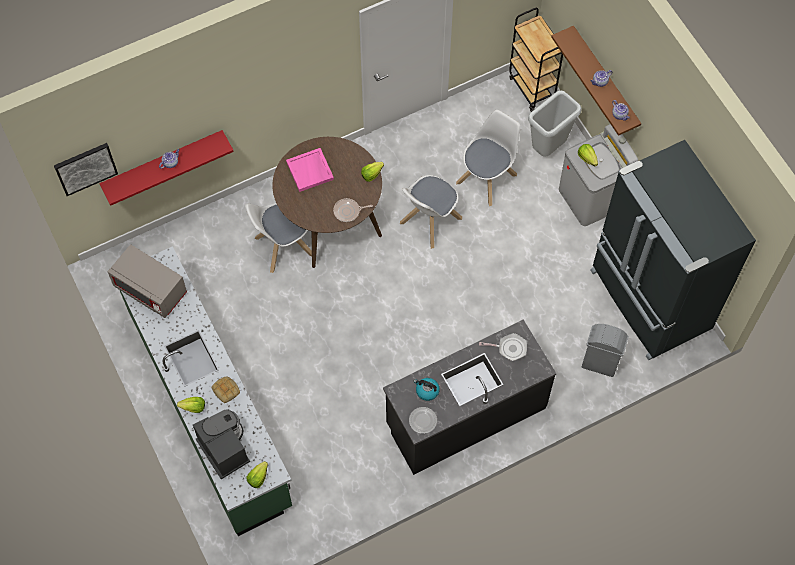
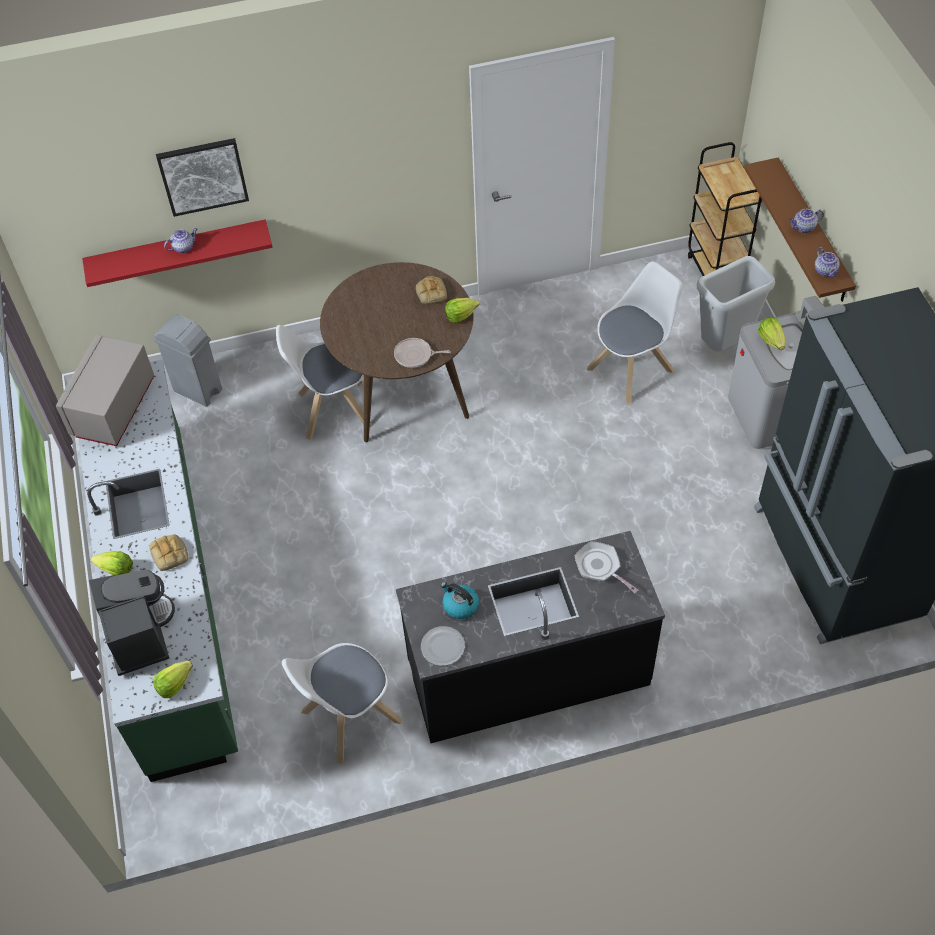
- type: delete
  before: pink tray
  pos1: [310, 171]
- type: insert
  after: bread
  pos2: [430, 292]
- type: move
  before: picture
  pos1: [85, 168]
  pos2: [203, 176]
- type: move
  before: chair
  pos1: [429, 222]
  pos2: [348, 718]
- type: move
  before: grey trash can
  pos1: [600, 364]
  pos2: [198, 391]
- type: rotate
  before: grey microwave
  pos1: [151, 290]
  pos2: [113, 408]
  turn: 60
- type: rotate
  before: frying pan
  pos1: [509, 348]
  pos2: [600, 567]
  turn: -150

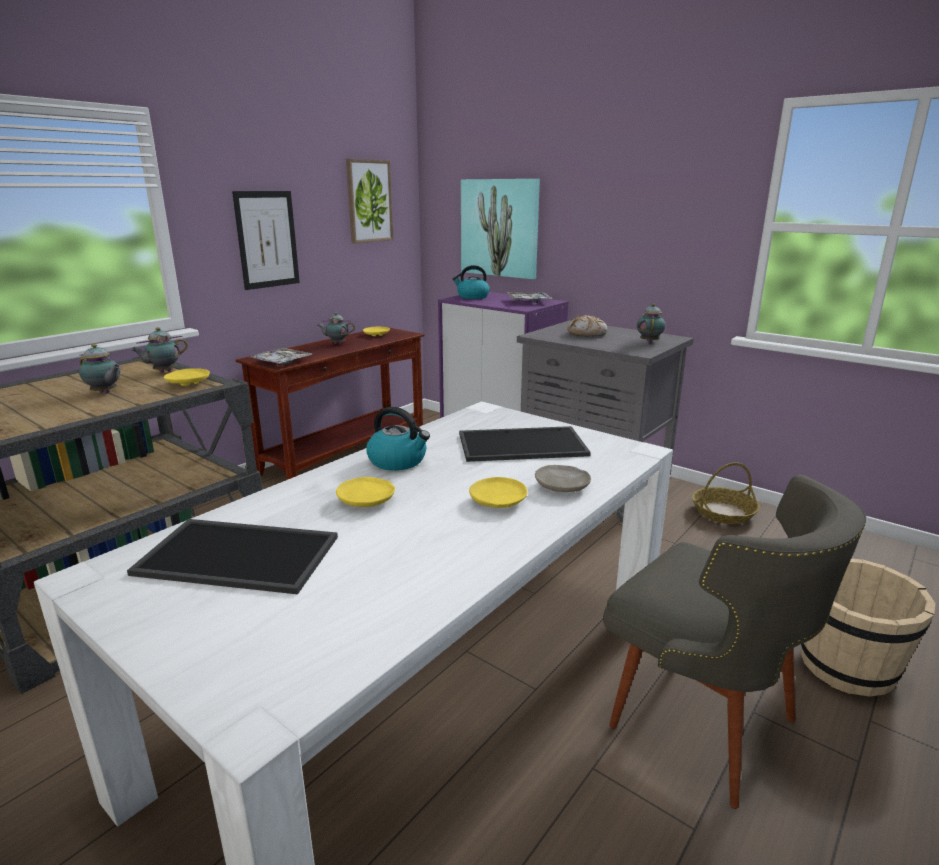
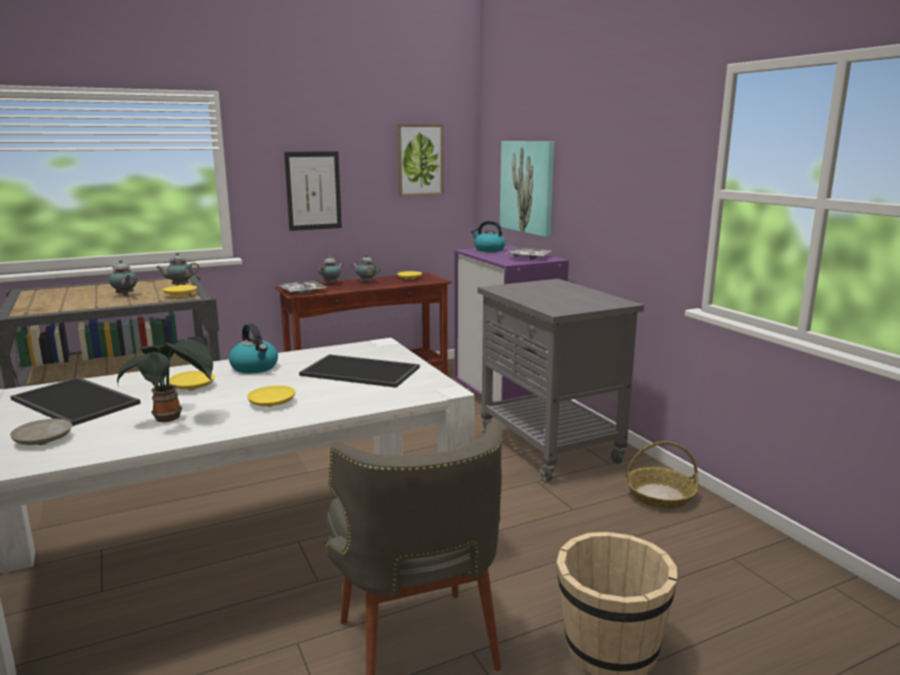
- type: delete
  before: bread
  pos1: [587, 333]
- type: insert
  after: potted plant
  pos2: [171, 418]
- type: move
  before: beige plate
  pos1: [562, 486]
  pos2: [44, 440]
- type: move
  before: teapot
  pos1: [649, 341]
  pos2: [332, 283]

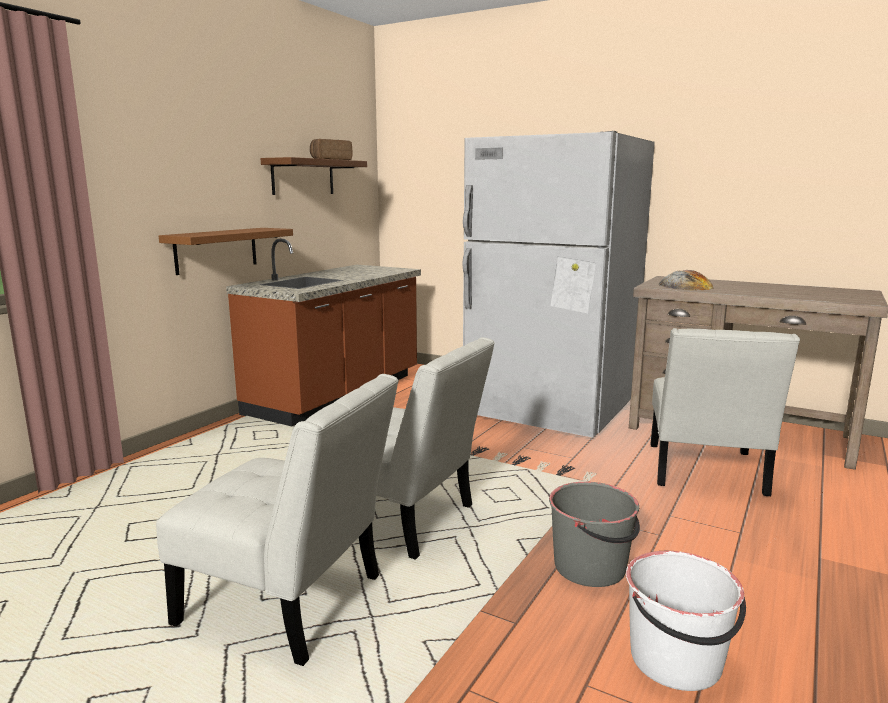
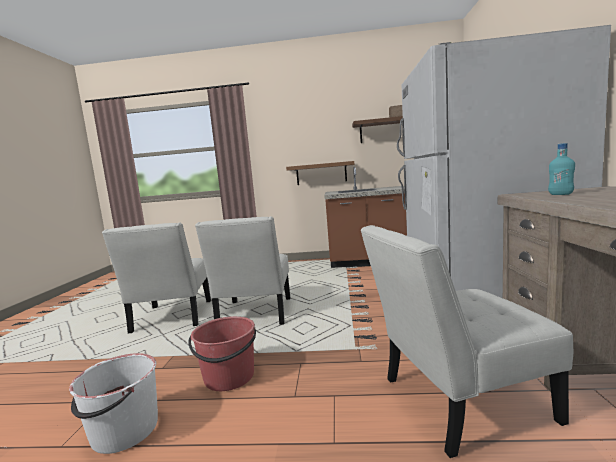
- type: replace
  before: bread
  after: turquoise bottle
  pos1: [685, 286]
  pos2: [560, 194]
- type: recolor
  before: grey bucket
  after: red bucket
  pos1: [591, 567]
  pos2: [229, 377]

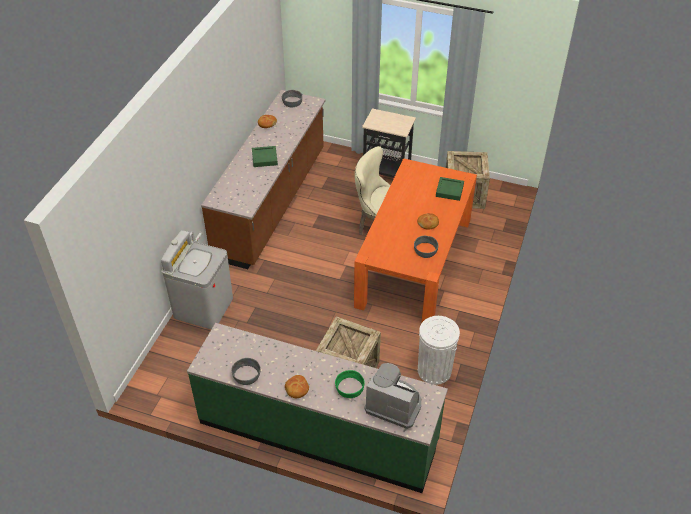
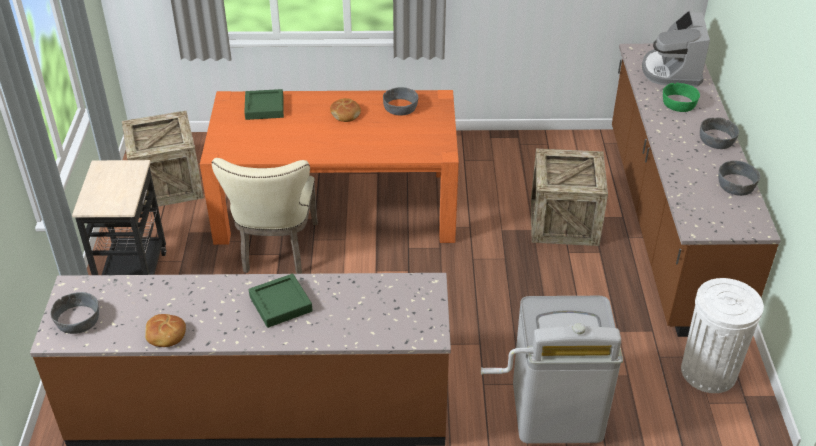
- type: move
  before: white trash can
  pos1: [434, 370]
  pos2: [708, 372]
- type: replace
  before: bread
  after: grey bowl
  pos1: [296, 389]
  pos2: [717, 140]
- type: recolor
  before: green counter
  after: brown counter
  pos1: [318, 432]
  pos2: [669, 224]

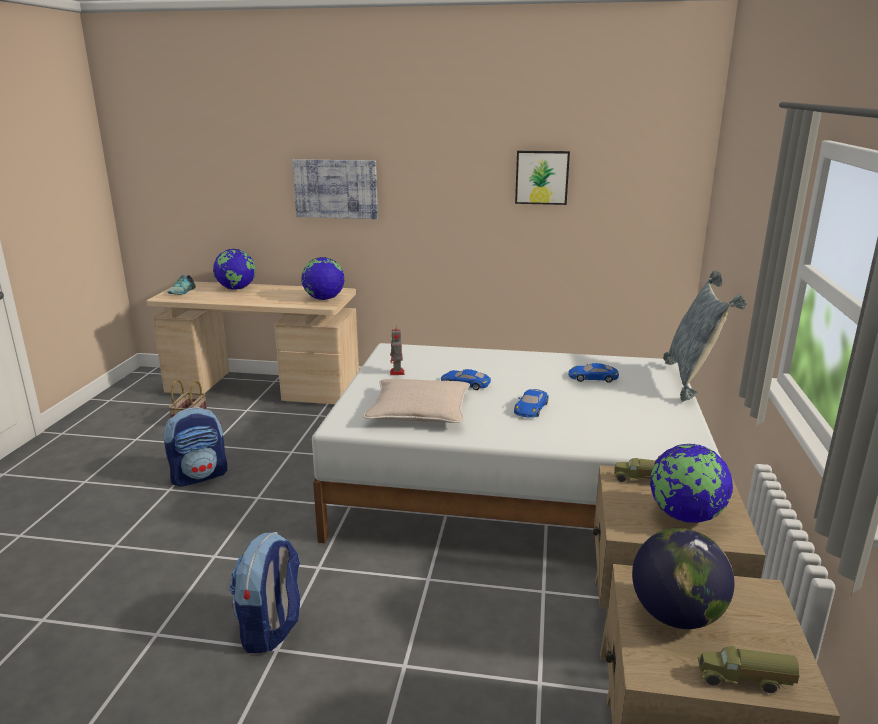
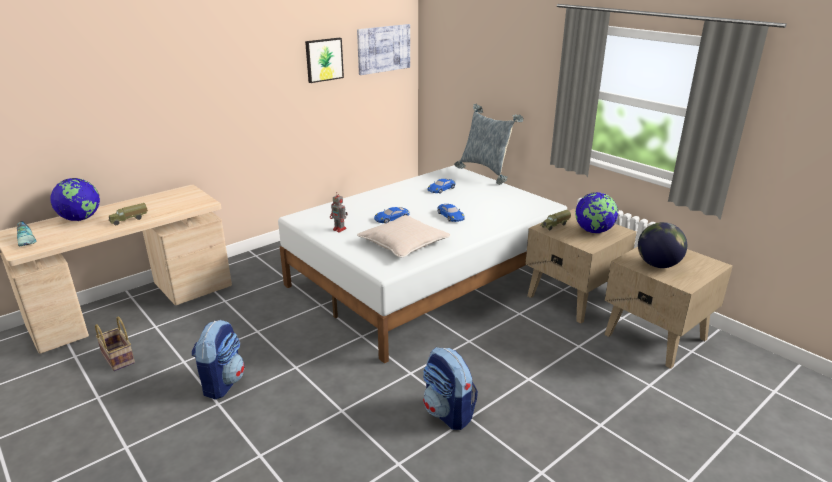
- type: delete
  before: globe
  pos1: [324, 299]
- type: move
  before: picture
  pos1: [336, 189]
  pos2: [383, 49]
- type: move
  before: toy truck
  pos1: [744, 681]
  pos2: [129, 220]

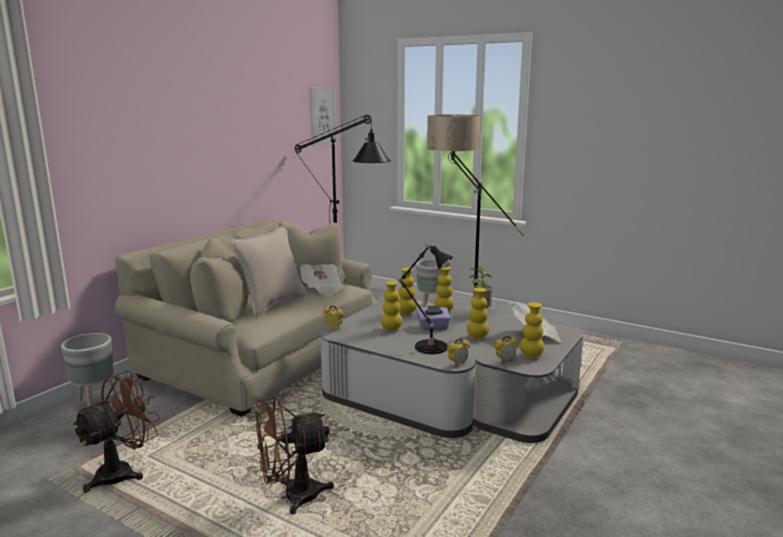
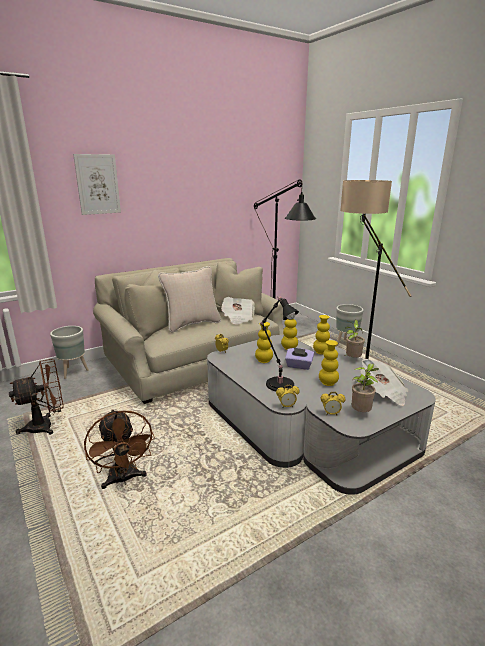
- type: move
  before: picture
  pos1: [323, 116]
  pos2: [98, 184]
- type: replace
  before: yellow vase
  after: potted plant
  pos1: [531, 355]
  pos2: [361, 413]
- type: rotate
  before: brown fan
  pos1: [292, 496]
  pos2: [124, 479]
  turn: -120

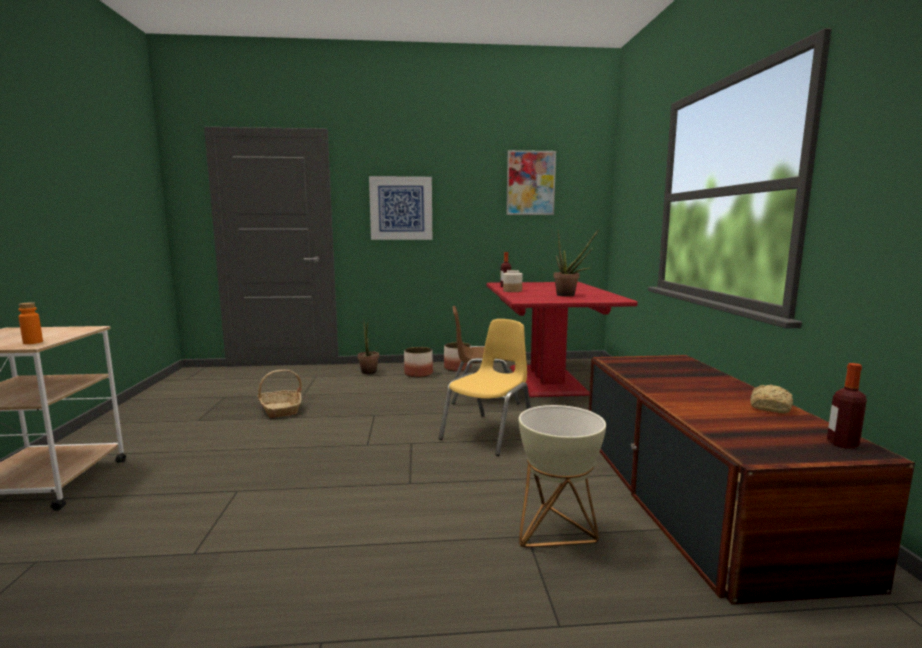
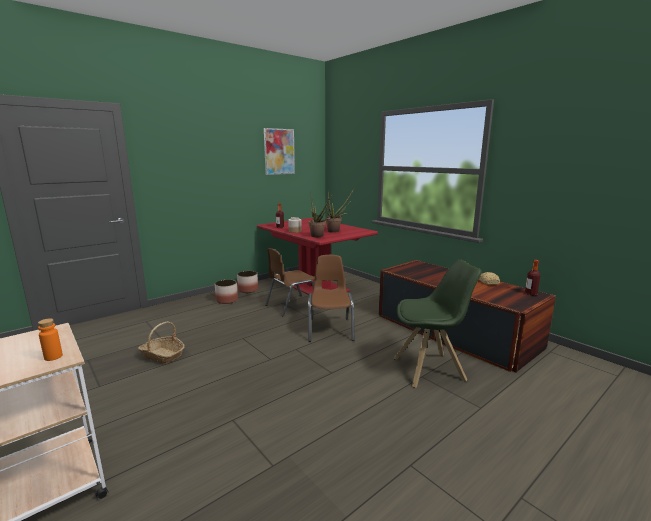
- type: delete
  before: picture
  pos1: [401, 208]
- type: move
  before: potted plant
  pos1: [369, 373]
  pos2: [319, 236]
- type: replace
  before: planter
  after: green chair
  pos1: [556, 531]
  pos2: [429, 369]
- type: recolor
  before: yellow chair
  after: brown chair
  pos1: [489, 433]
  pos2: [330, 329]

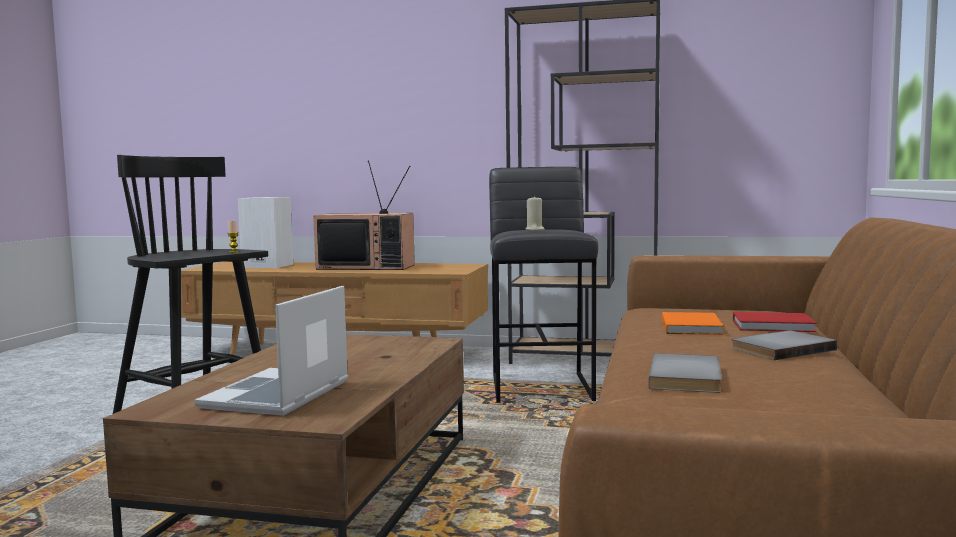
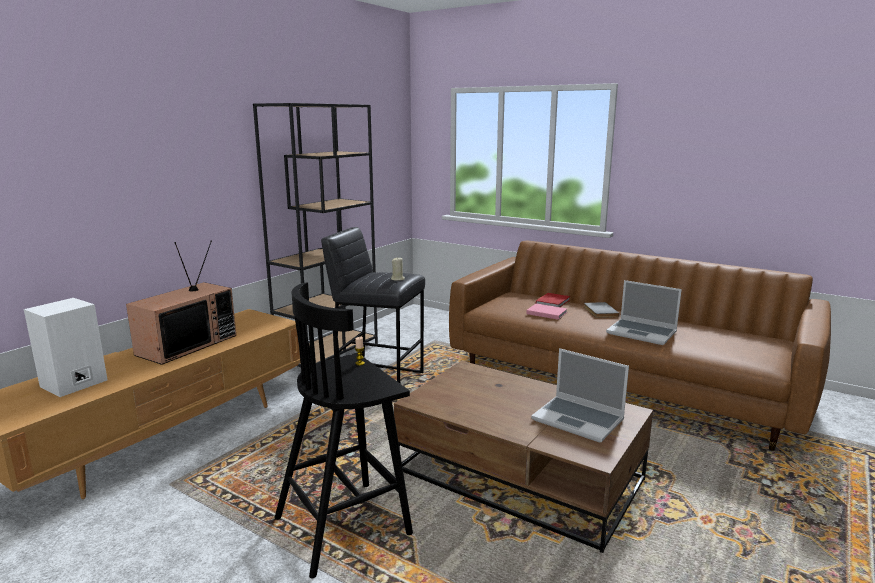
- type: replace
  before: grey book
  after: laptop
  pos1: [688, 377]
  pos2: [642, 333]
- type: recolor
  before: orange book
  after: pink book
  pos1: [692, 327]
  pos2: [546, 313]

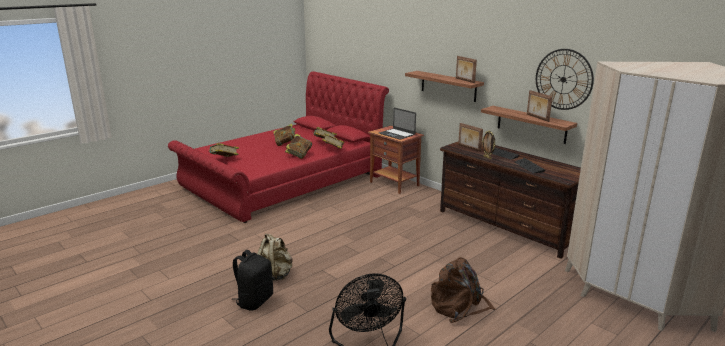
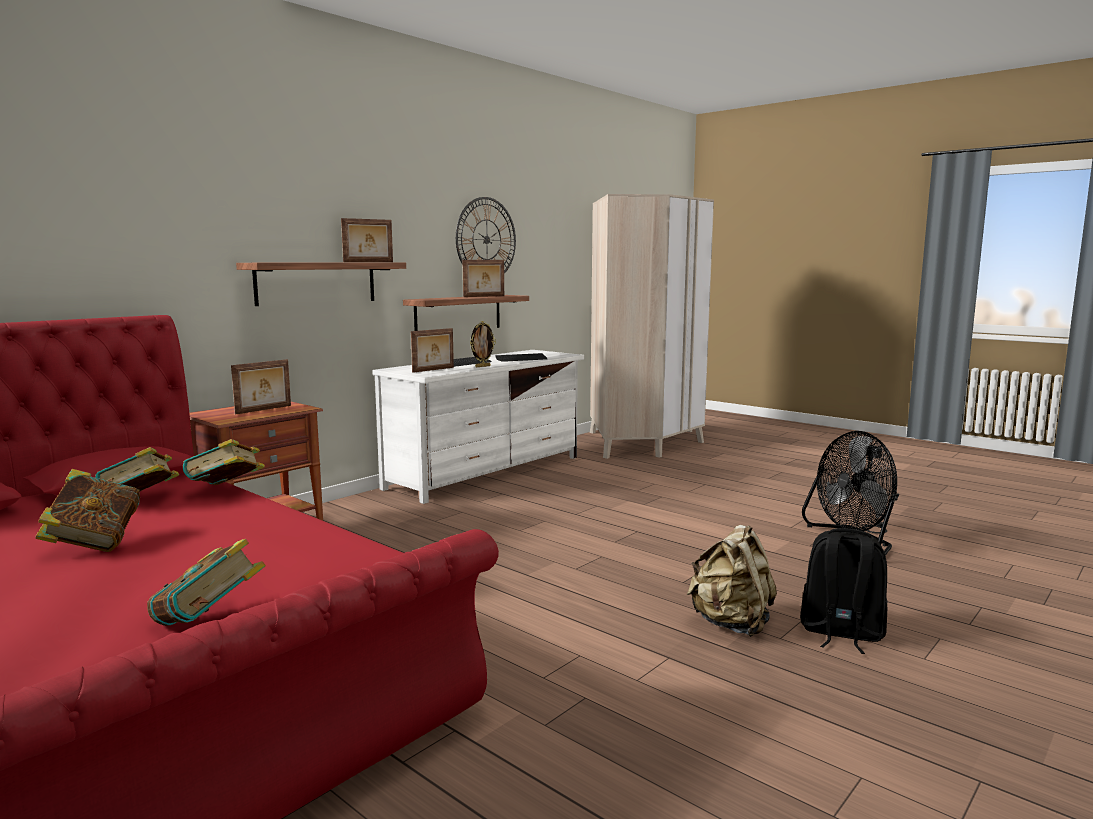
- type: delete
  before: book
  pos1: [299, 155]
- type: delete
  before: brown backpack
  pos1: [459, 307]
- type: replace
  before: laptop
  after: picture frame
  pos1: [397, 134]
  pos2: [264, 410]
- type: recolor
  before: brown dresser
  after: white dresser
  pos1: [506, 227]
  pos2: [488, 472]

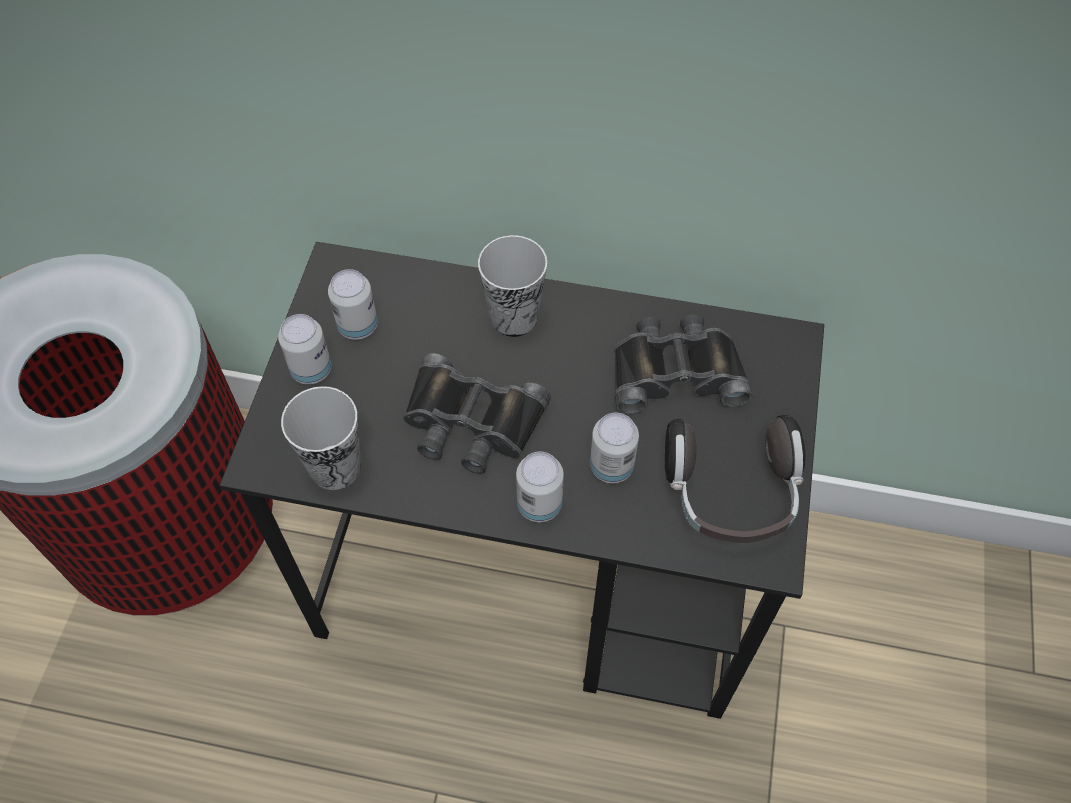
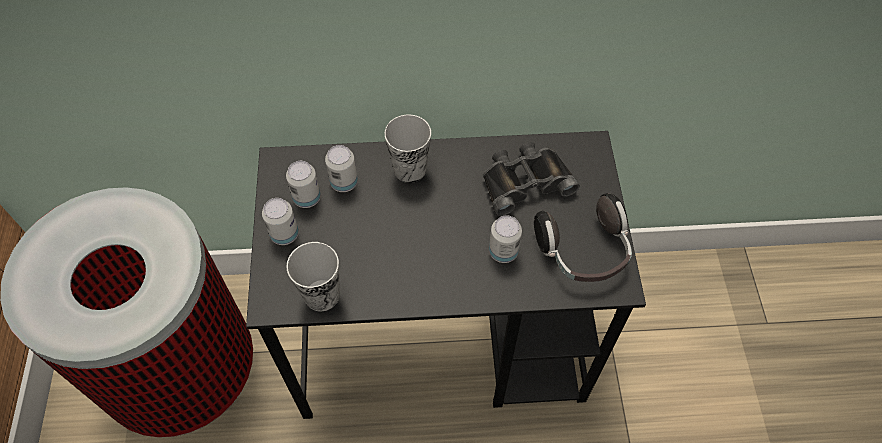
- type: delete
  before: black binoculars
  pos1: [471, 423]
- type: move
  before: can
  pos1: [539, 504]
  pos2: [344, 183]

